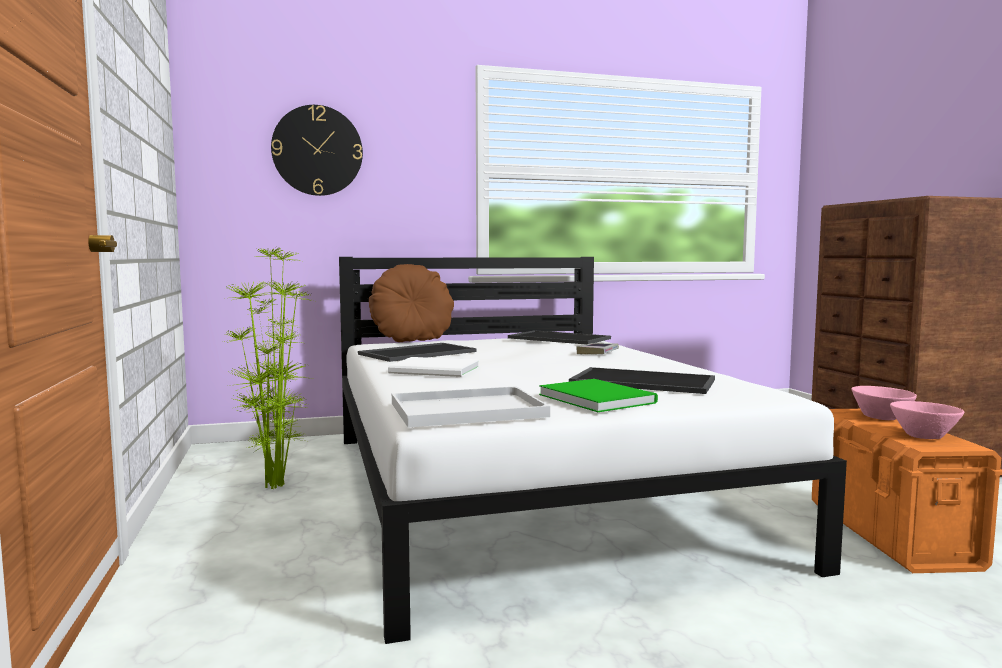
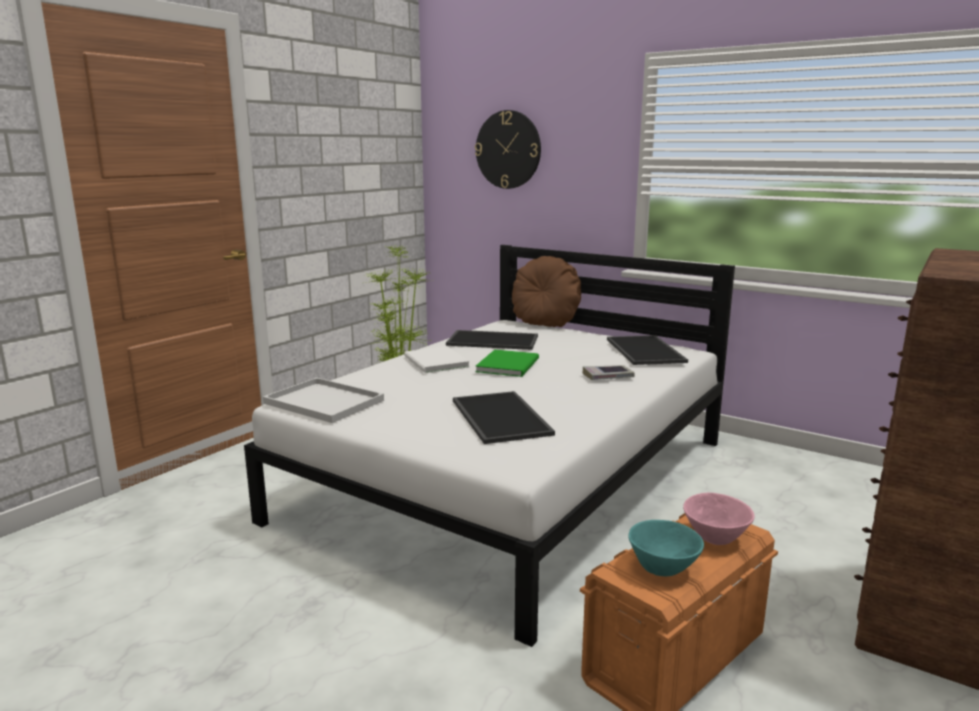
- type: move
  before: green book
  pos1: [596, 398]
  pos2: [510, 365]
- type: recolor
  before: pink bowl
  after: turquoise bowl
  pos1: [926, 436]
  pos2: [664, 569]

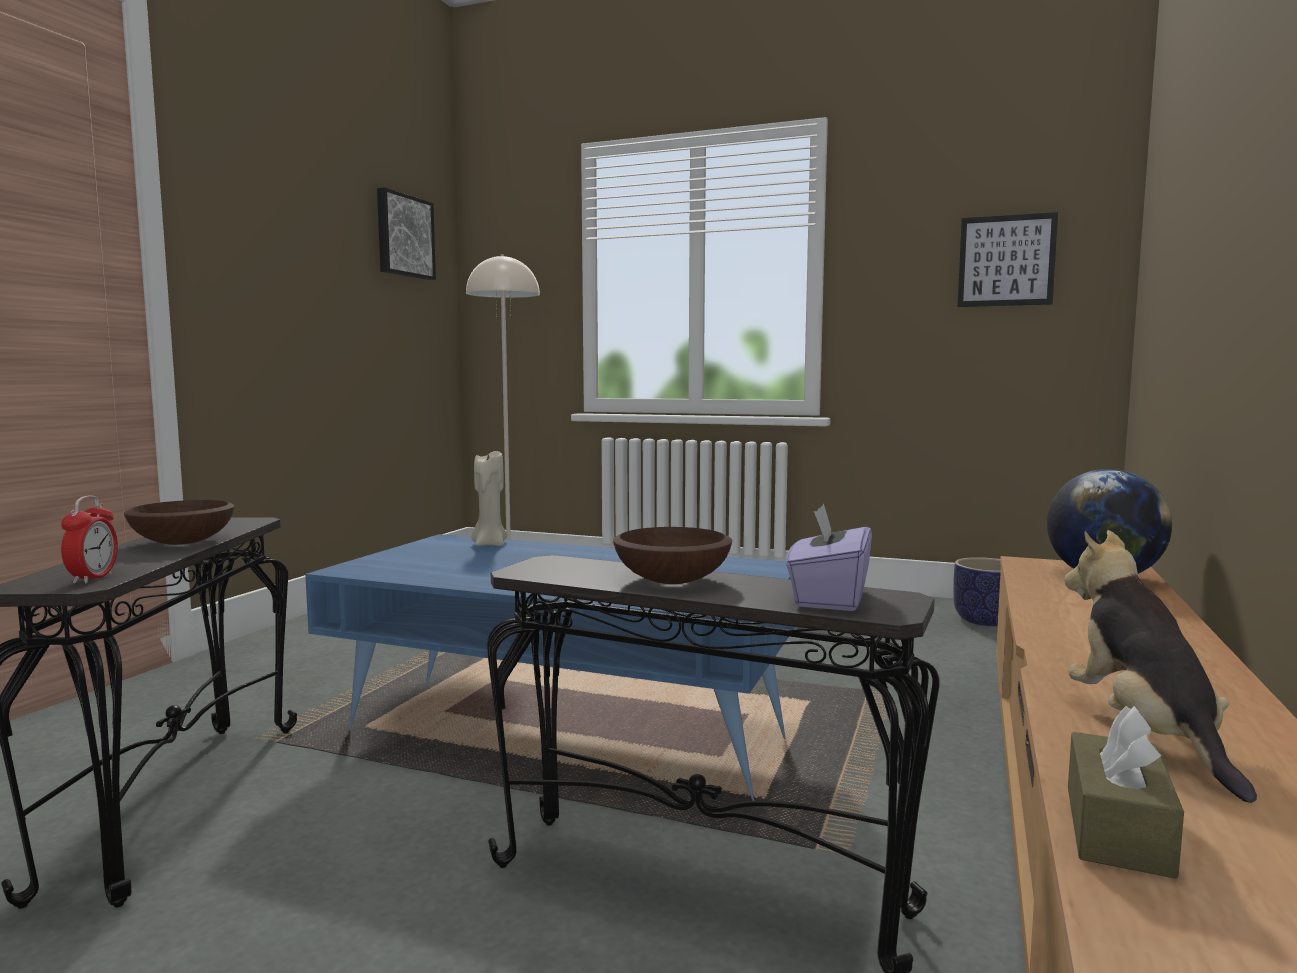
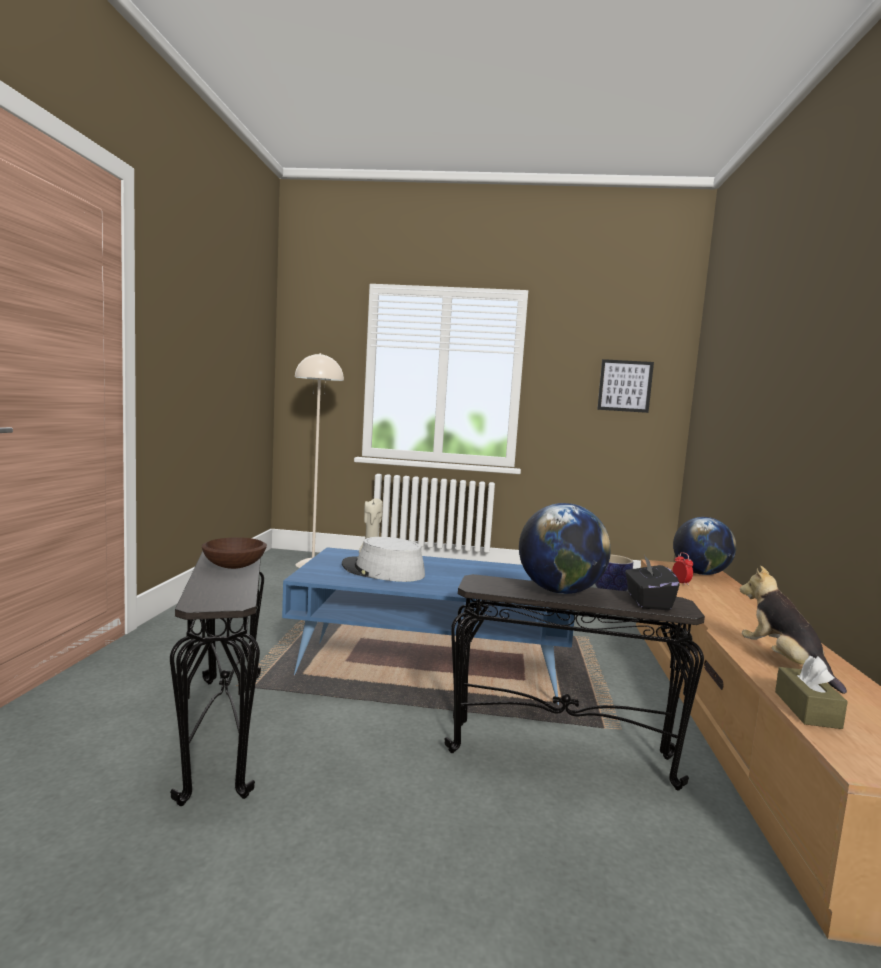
- type: delete
  before: picture
  pos1: [403, 236]
- type: insert
  after: grey hat
  pos2: [382, 571]
- type: move
  before: alarm clock
  pos1: [93, 578]
  pos2: [681, 582]
- type: replace
  before: brown bowl
  after: globe
  pos1: [672, 579]
  pos2: [560, 591]
- type: recolor
  before: purple tissue box
  after: black tissue box
  pos1: [828, 598]
  pos2: [647, 602]

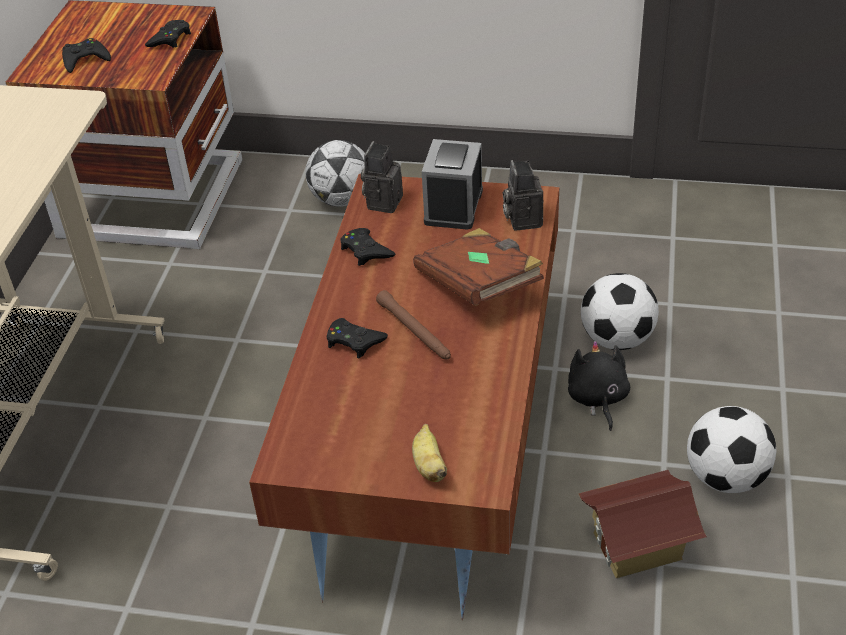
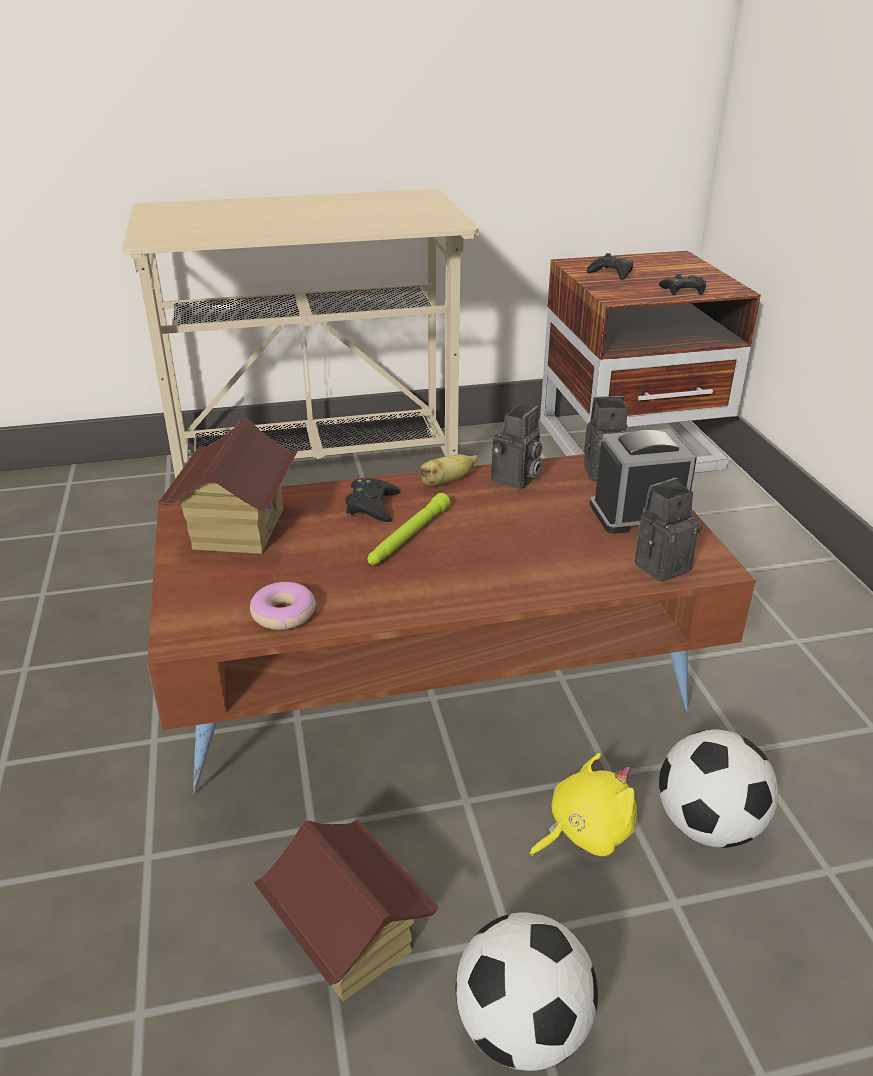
- type: delete
  before: football
  pos1: [341, 199]
- type: delete
  before: brown book
  pos1: [479, 286]
- type: insert
  after: toy house
  pos2: [238, 529]
- type: insert
  after: donut
  pos2: [283, 614]
- type: move
  before: banana
  pos1: [429, 465]
  pos2: [446, 482]
- type: replace
  before: black game controller
  after: photo camera
  pos1: [365, 251]
  pos2: [515, 480]
- type: recolor
  before: brown flashlight
  after: green flashlight
  pos1: [414, 331]
  pos2: [408, 537]
- type: recolor
  before: black plush toy
  after: yellow plush toy
  pos1: [597, 398]
  pos2: [585, 831]

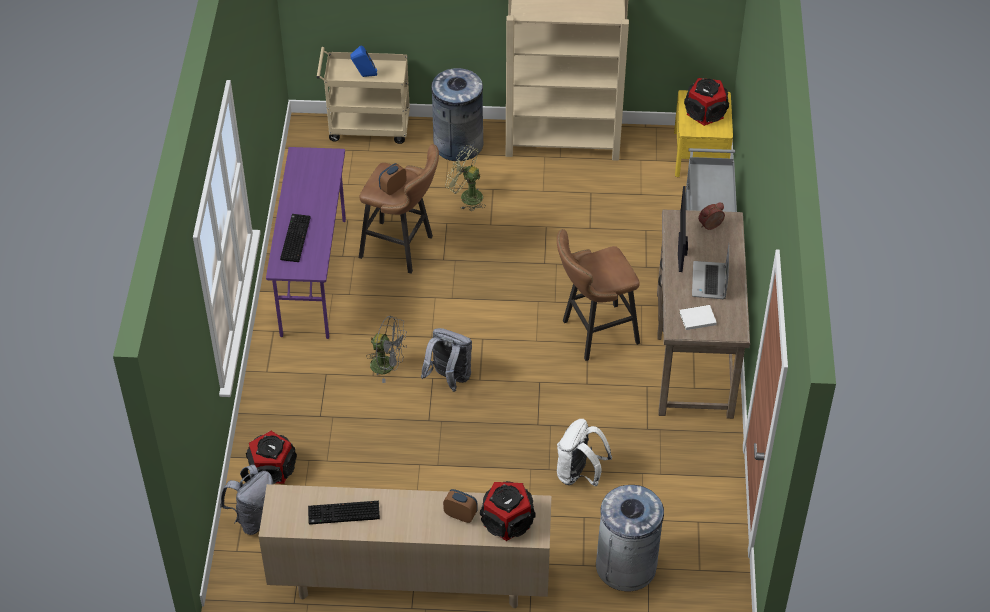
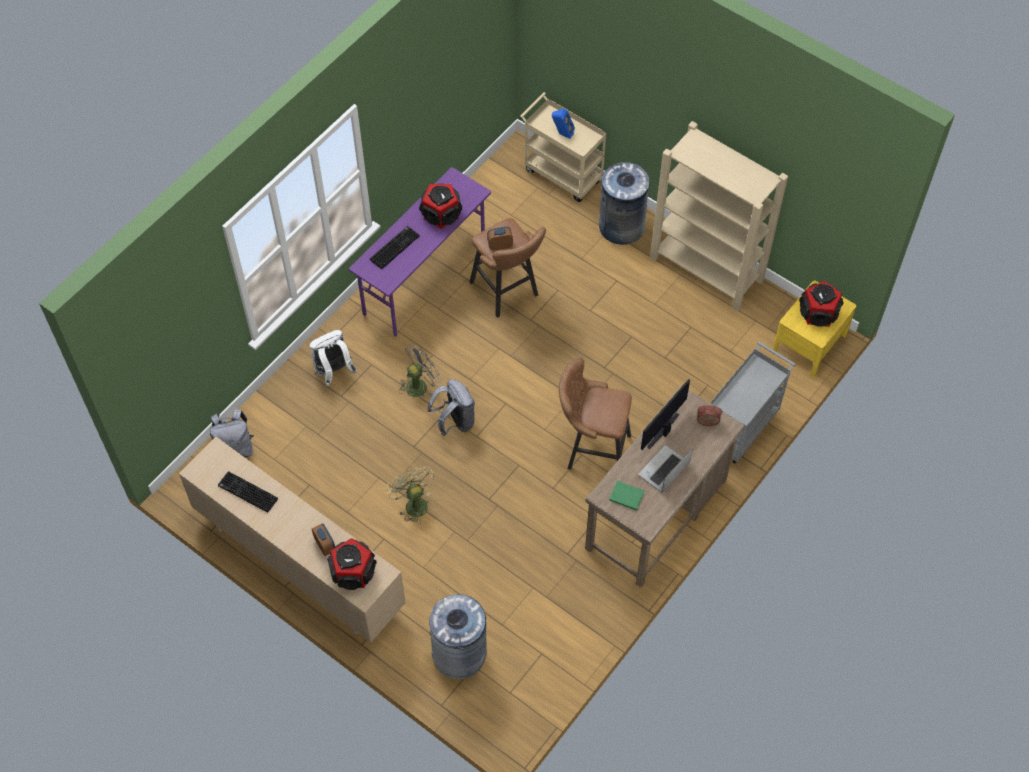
- type: move
  before: speaker
  pos1: [272, 469]
  pos2: [441, 214]
- type: move
  before: green fan
  pos1: [466, 196]
  pos2: [413, 503]
- type: move
  before: white backpack
  pos1: [579, 474]
  pos2: [333, 372]
- type: recolor
  before: white book
  after: green book
  pos1: [696, 318]
  pos2: [626, 495]
- type: rotate
  before: grey fan
  pos1: [388, 366]
  pos2: [420, 384]
  turn: -90

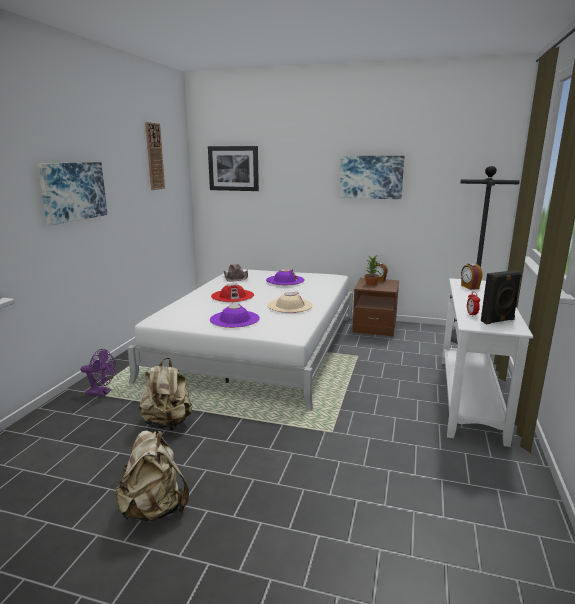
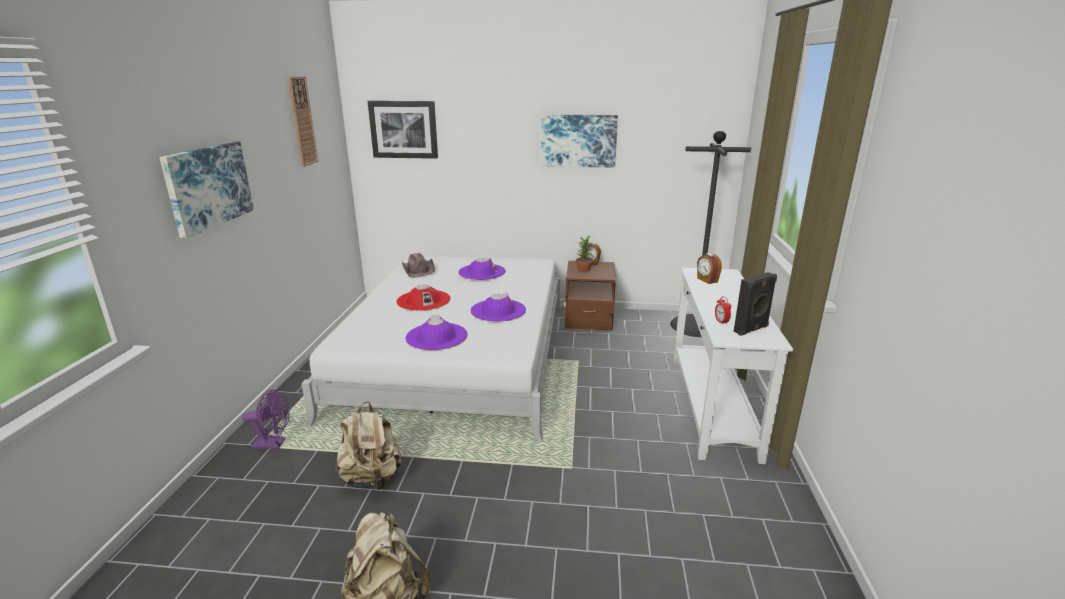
- type: recolor
  before: beige hat
  after: purple hat
  pos1: [289, 305]
  pos2: [498, 310]

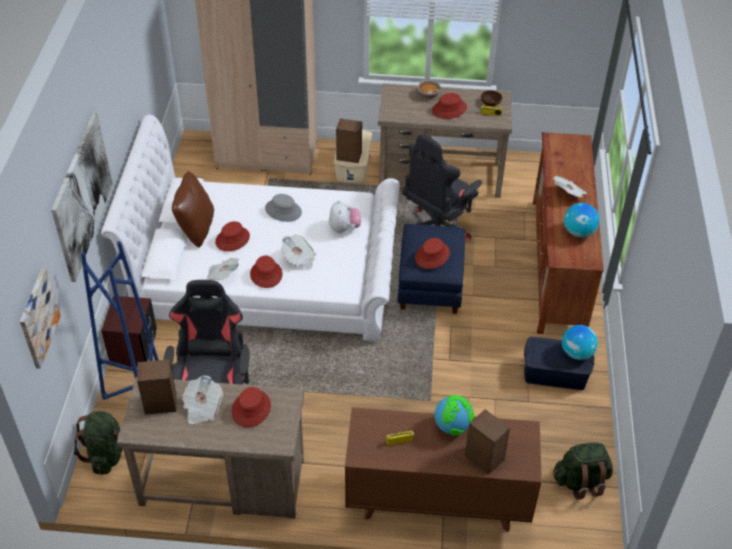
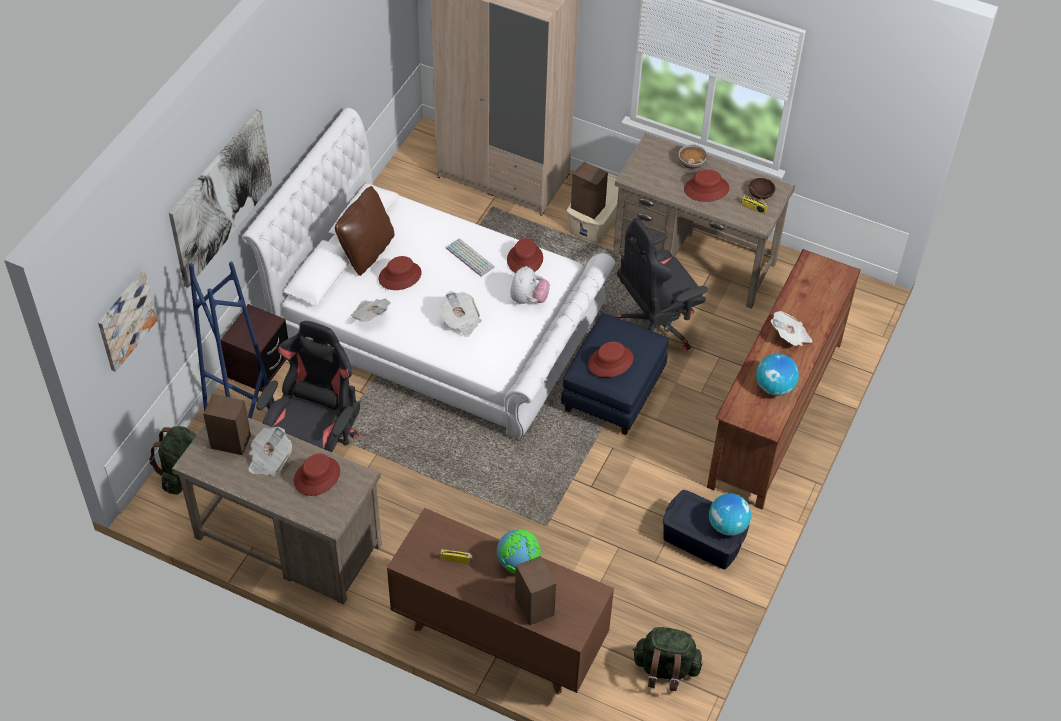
- type: move
  before: red hat
  pos1: [266, 274]
  pos2: [524, 259]
- type: replace
  before: grey hat
  after: keyboard
  pos1: [283, 210]
  pos2: [471, 257]

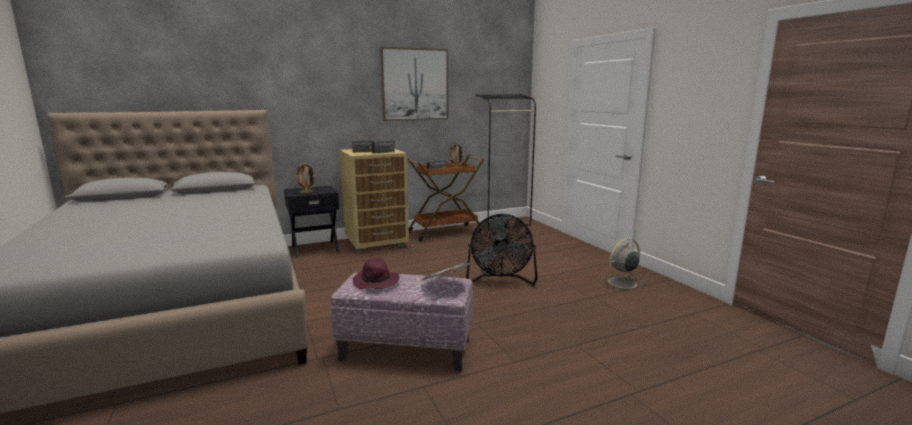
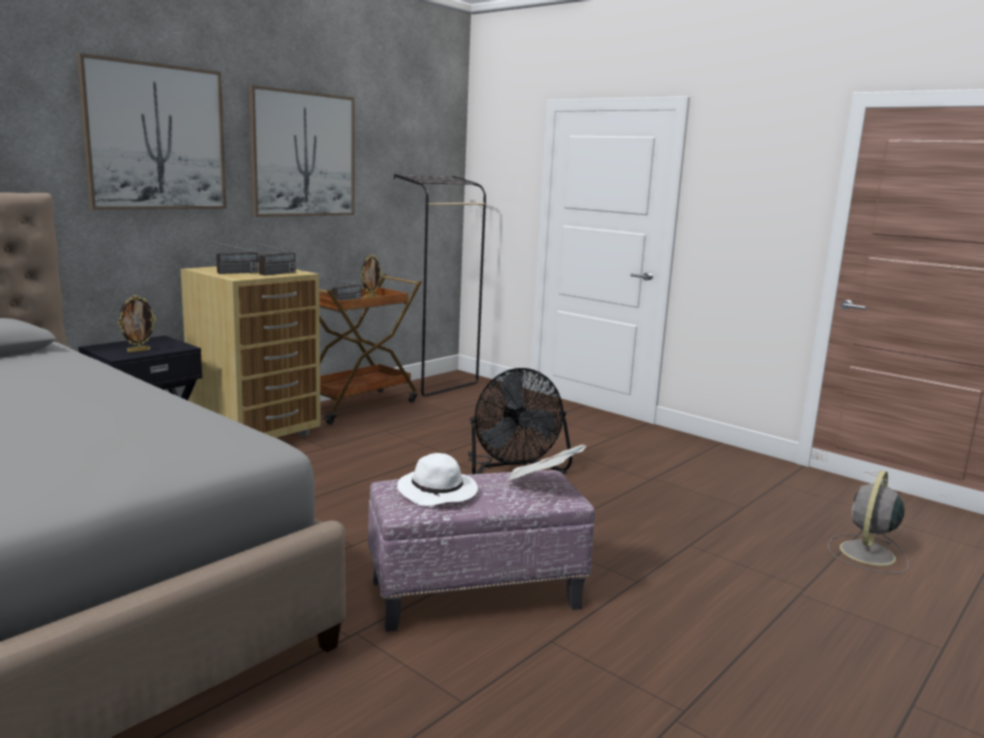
- type: insert
  after: picture
  pos2: [156, 137]
- type: move
  before: grey fan
  pos1: [621, 283]
  pos2: [866, 554]
- type: recolor
  before: purple hat
  after: white hat
  pos1: [376, 282]
  pos2: [438, 492]

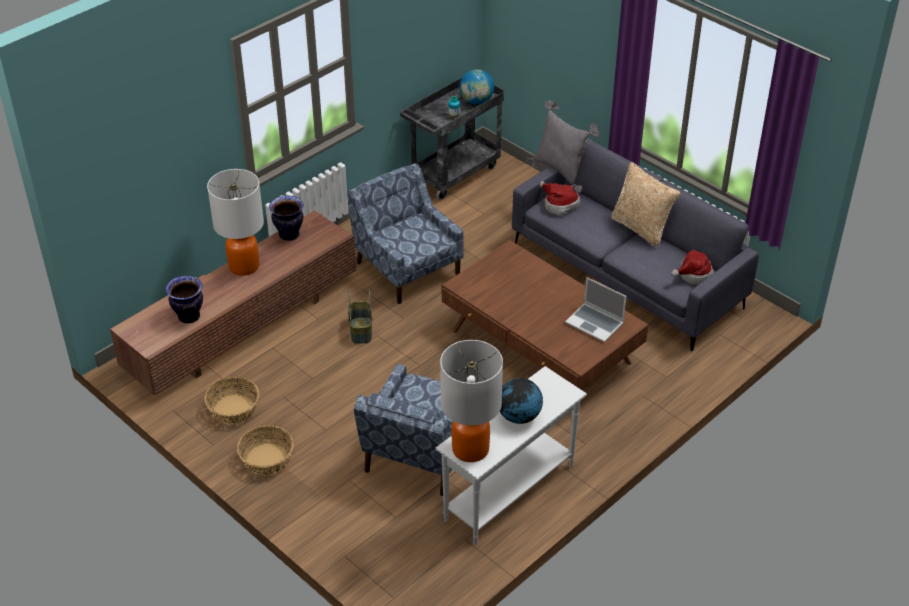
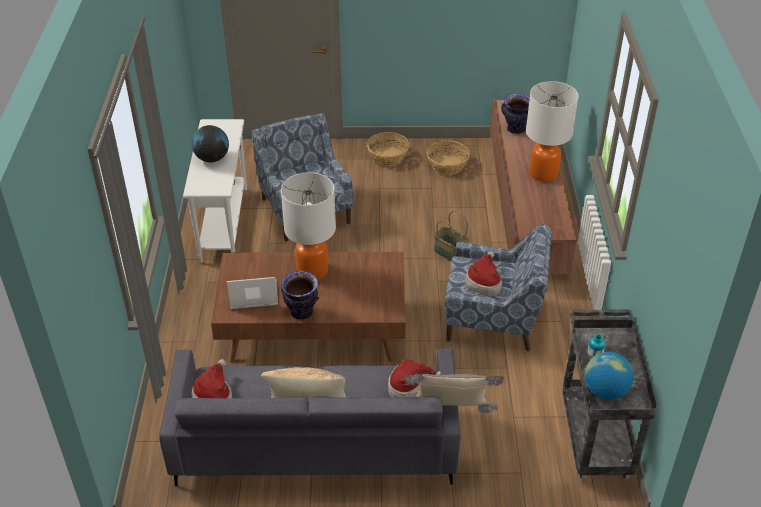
- type: insert
  after: hat
  pos2: [484, 282]
- type: move
  before: vase
  pos1: [289, 235]
  pos2: [301, 313]
- type: move
  before: table lamp
  pos1: [470, 449]
  pos2: [312, 270]

